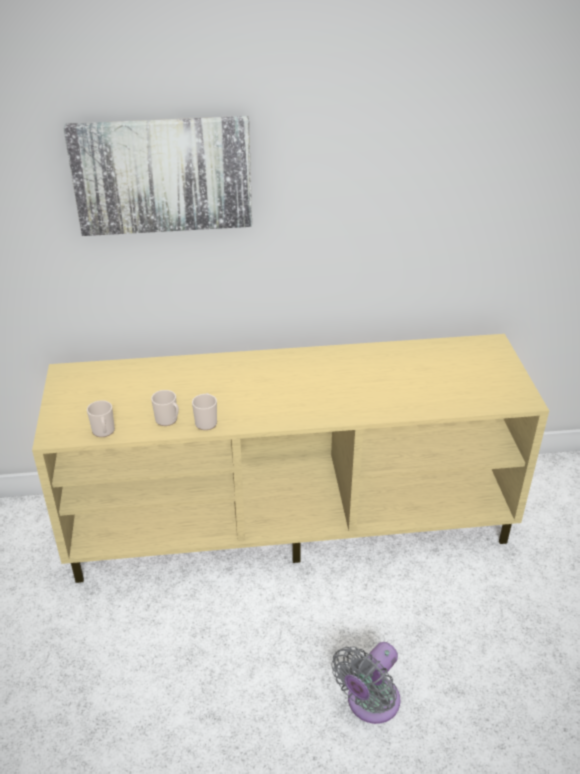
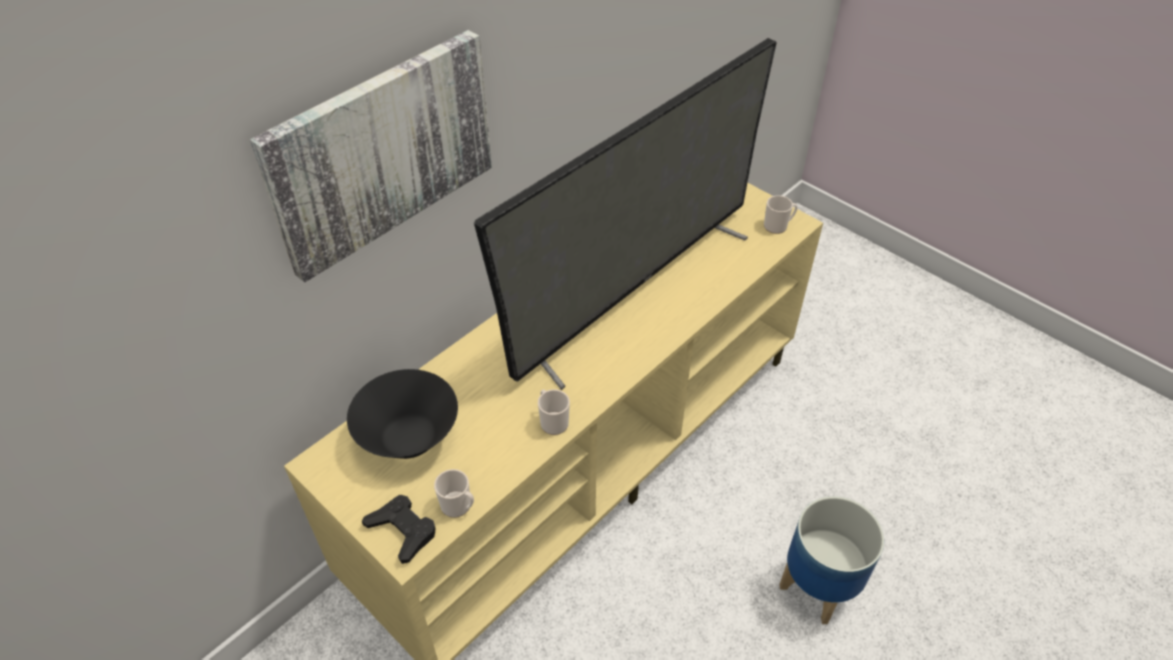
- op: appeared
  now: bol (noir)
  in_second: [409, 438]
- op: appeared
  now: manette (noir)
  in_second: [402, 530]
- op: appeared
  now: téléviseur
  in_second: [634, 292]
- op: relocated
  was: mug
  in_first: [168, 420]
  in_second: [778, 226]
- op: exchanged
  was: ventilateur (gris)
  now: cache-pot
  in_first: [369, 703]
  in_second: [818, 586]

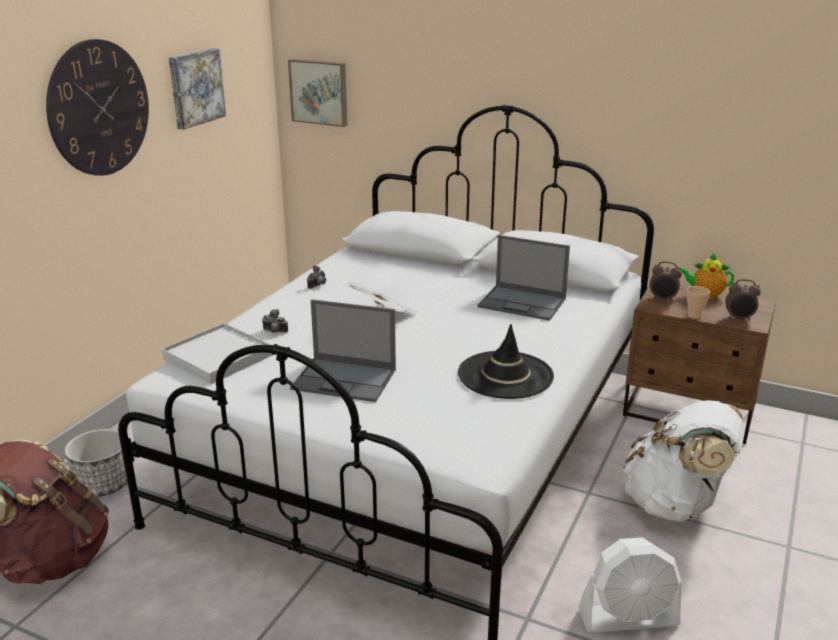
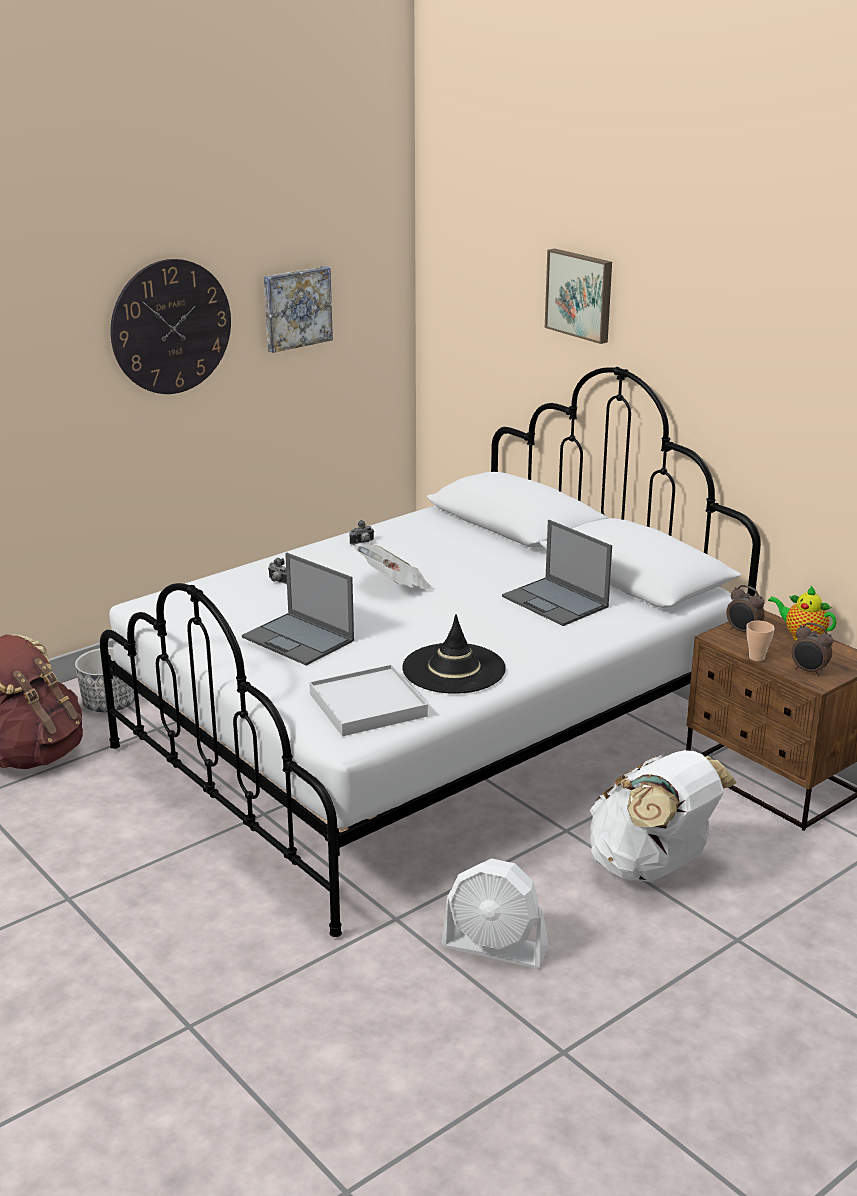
- op: relocated
  was: plateau (blanc)
  in_first: [218, 357]
  in_second: [368, 705]
- op: relocated
  was: tableau
  in_first: [319, 92]
  in_second: [580, 295]

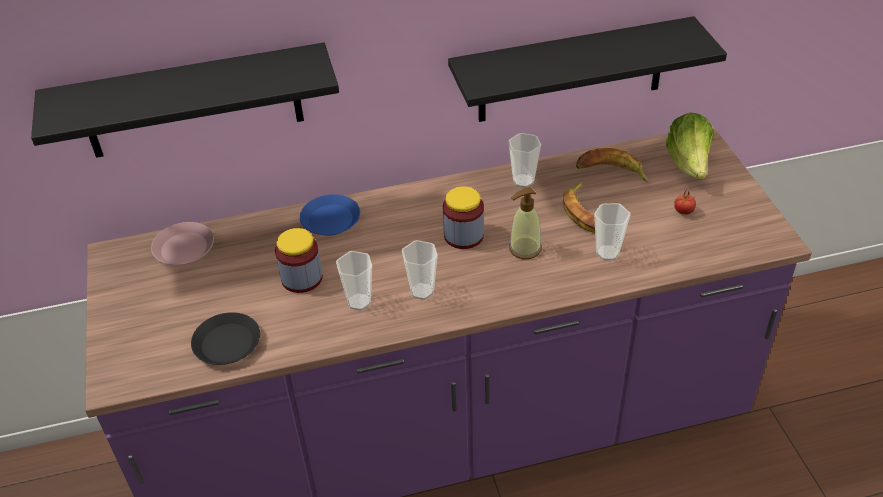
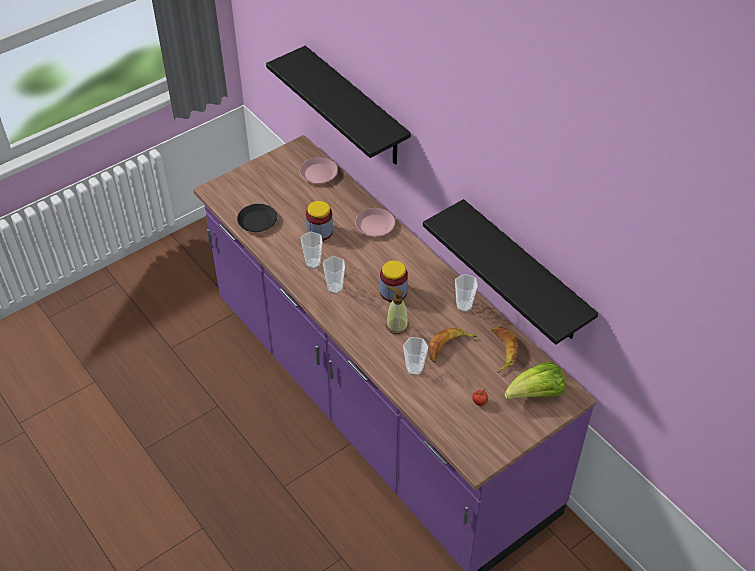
- op: colour
  was: assiette (bleu)
  now: assiette (rose)
  in_first: [330, 220]
  in_second: [374, 225]

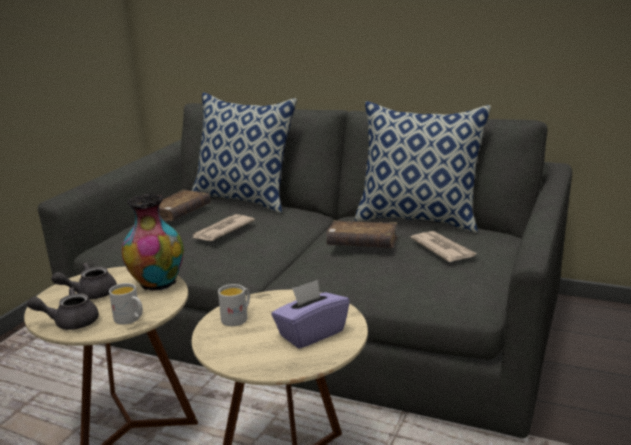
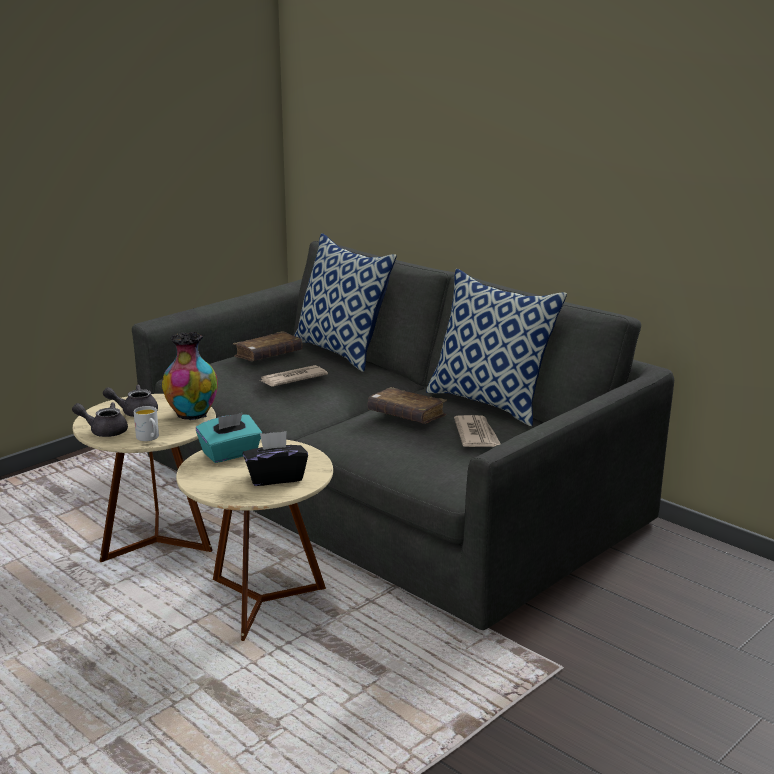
- op: exchanged
  was: mug (blanc)
  now: boîte à mouchoirs (turquoise)
  in_first: [237, 318]
  in_second: [230, 454]
- op: colour
  was: boîte à mouchoirs (violet)
  now: boîte à mouchoirs (noir)
  in_first: [311, 333]
  in_second: [275, 477]

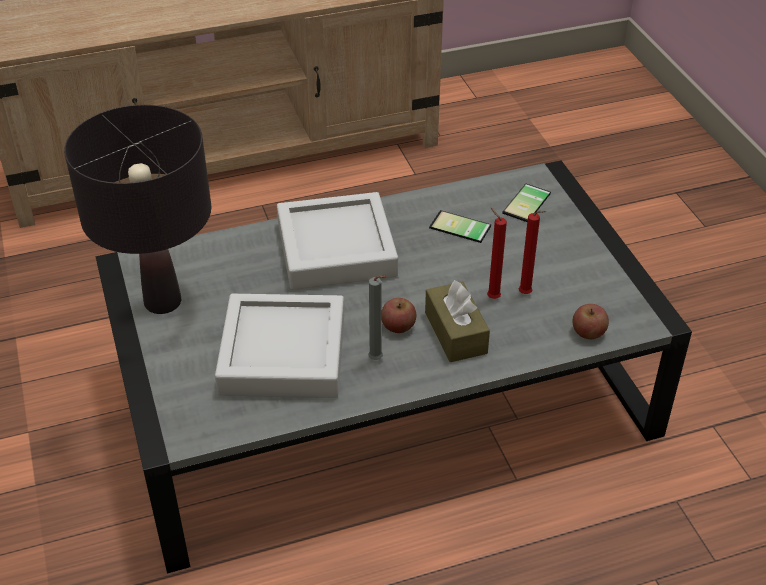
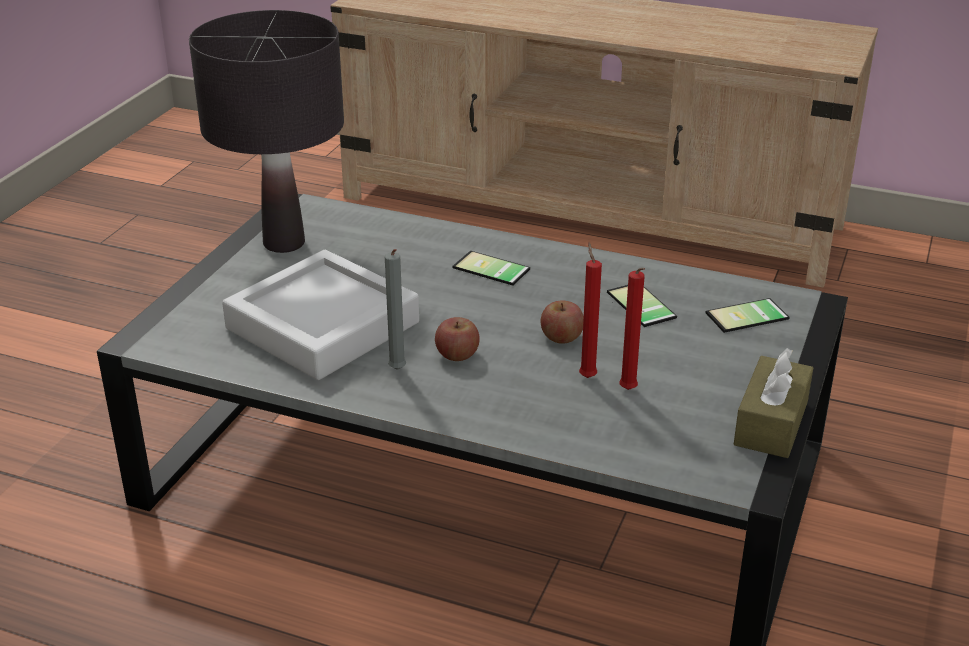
- op: relocated
  was: boîte à mouchoirs (marron)
  in_first: [455, 333]
  in_second: [771, 423]
- op: relocated
  was: pomme
  in_first: [588, 332]
  in_second: [561, 337]
- op: exchanged
  was: plateau (gris)
  now: téléphone
  in_first: [336, 249]
  in_second: [489, 270]

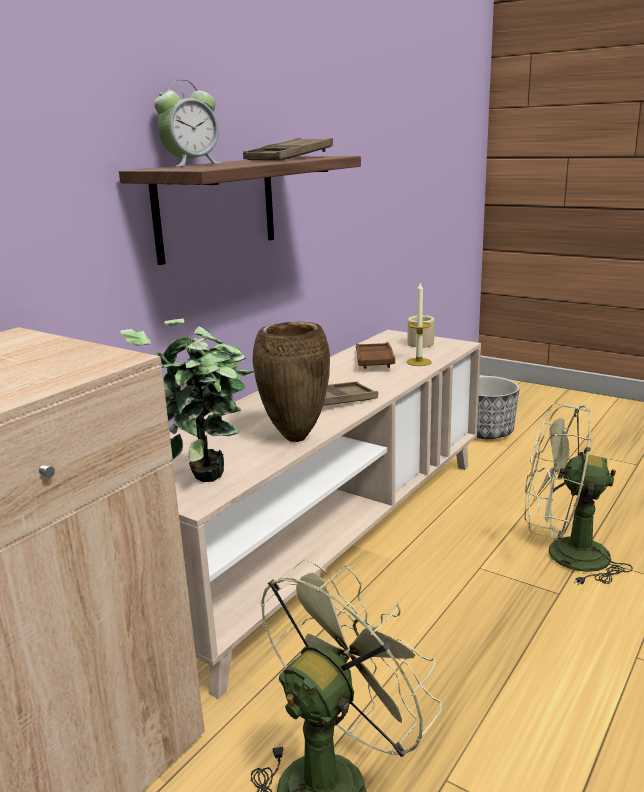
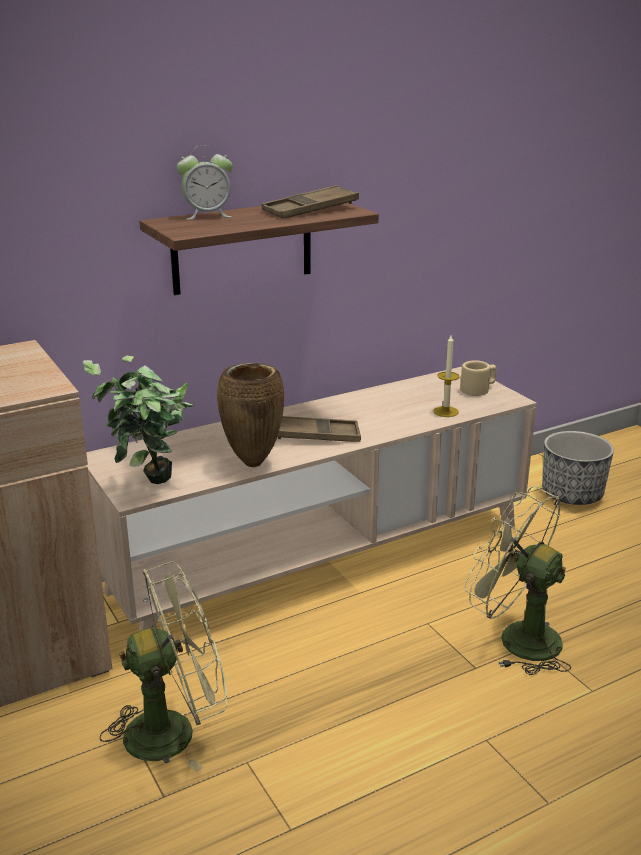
- op: missing
  was: plateau (marron)
  in_first: [374, 360]

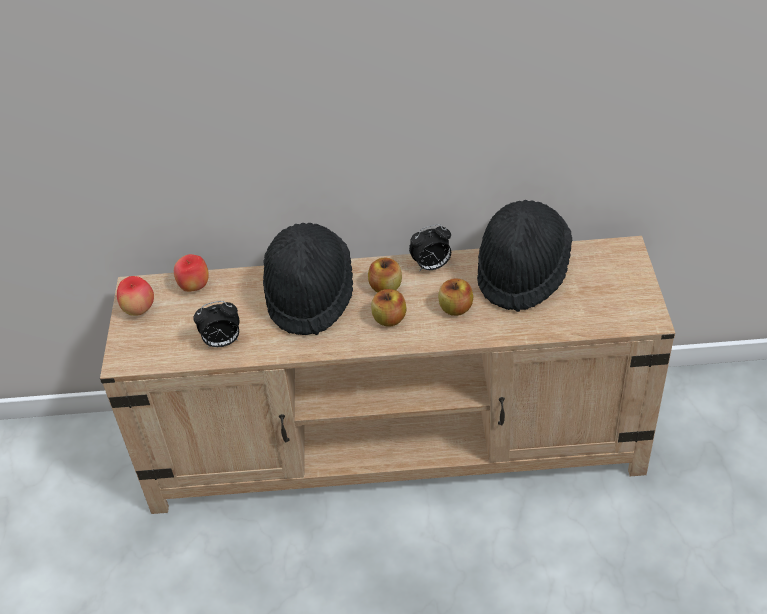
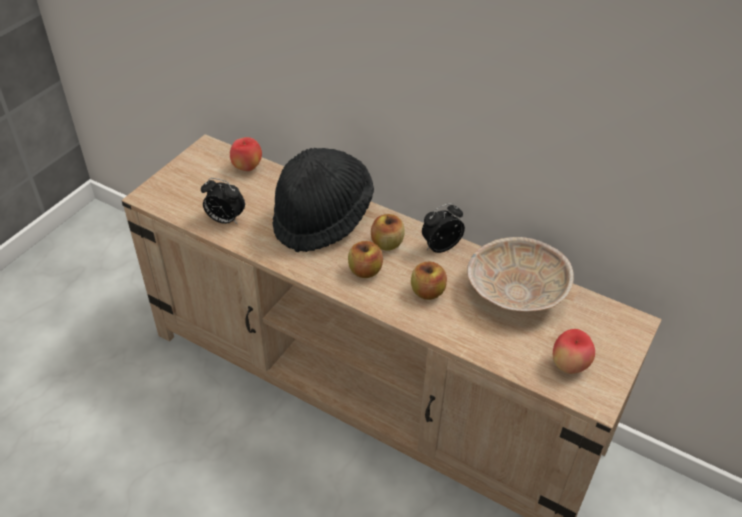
- op: relocated
  was: pomme
  in_first: [139, 310]
  in_second: [569, 366]
- op: exchanged
  was: chapeau (noir)
  now: bol (beige)
  in_first: [522, 272]
  in_second: [514, 292]
- op: spun
  was: réveil
  in_first: [431, 266]
  in_second: [440, 246]
  clockwise: 135

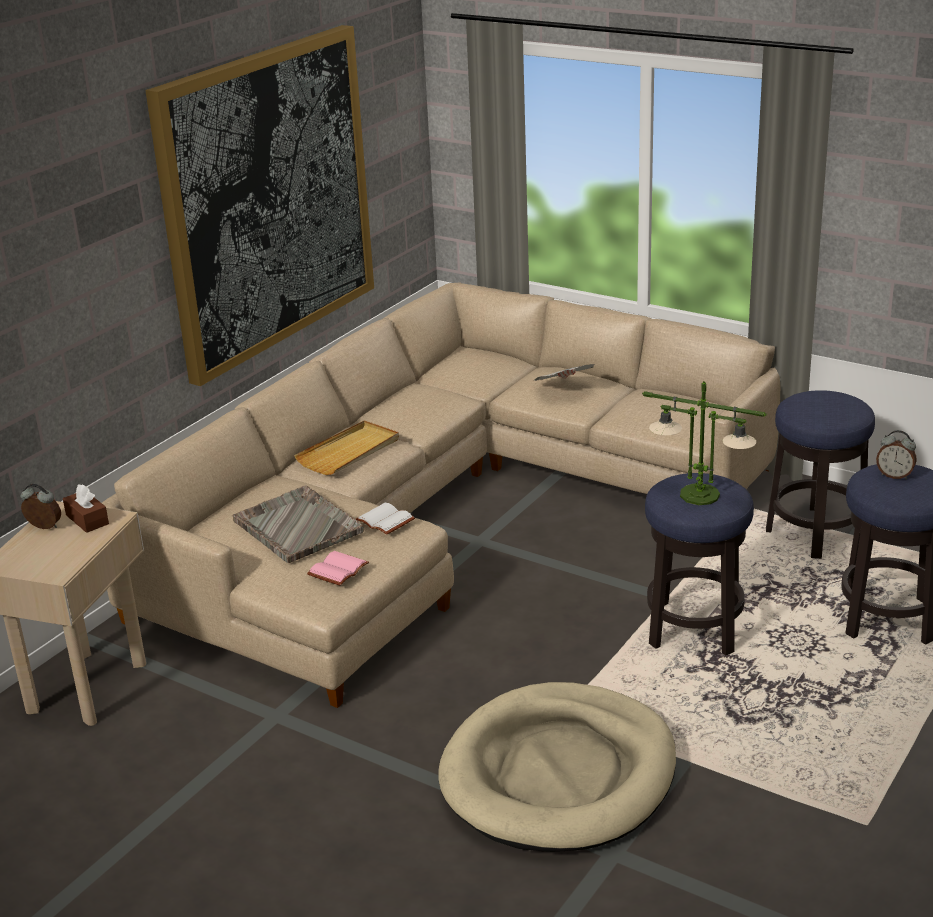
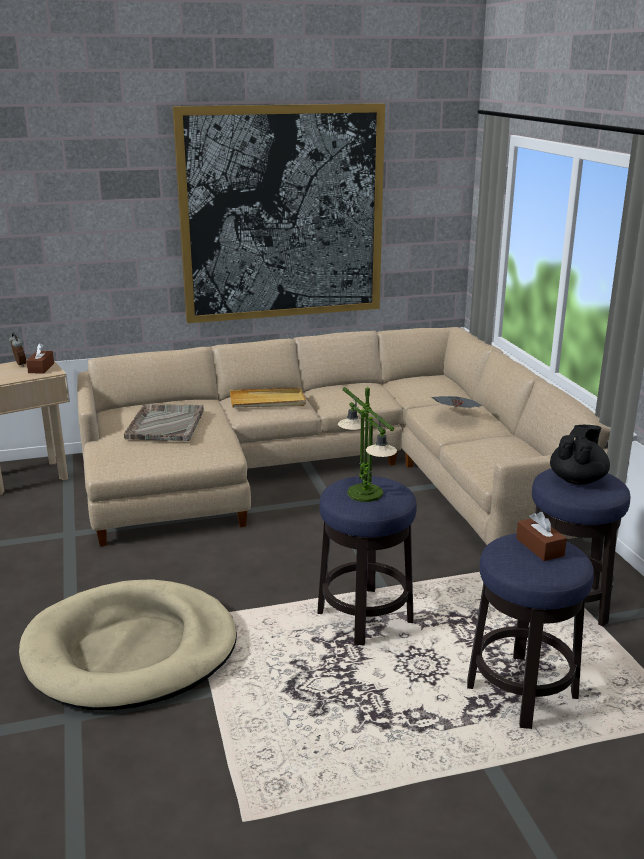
- op: missing
  was: livre (rose)
  in_first: [339, 570]
- op: missing
  was: livre (blanc)
  in_first: [383, 521]
- op: appeared
  now: théière (noir)
  in_second: [577, 479]
- op: exchanged
  was: réveil
  now: boîte à mouchoirs (marron)
  in_first: [894, 475]
  in_second: [539, 547]

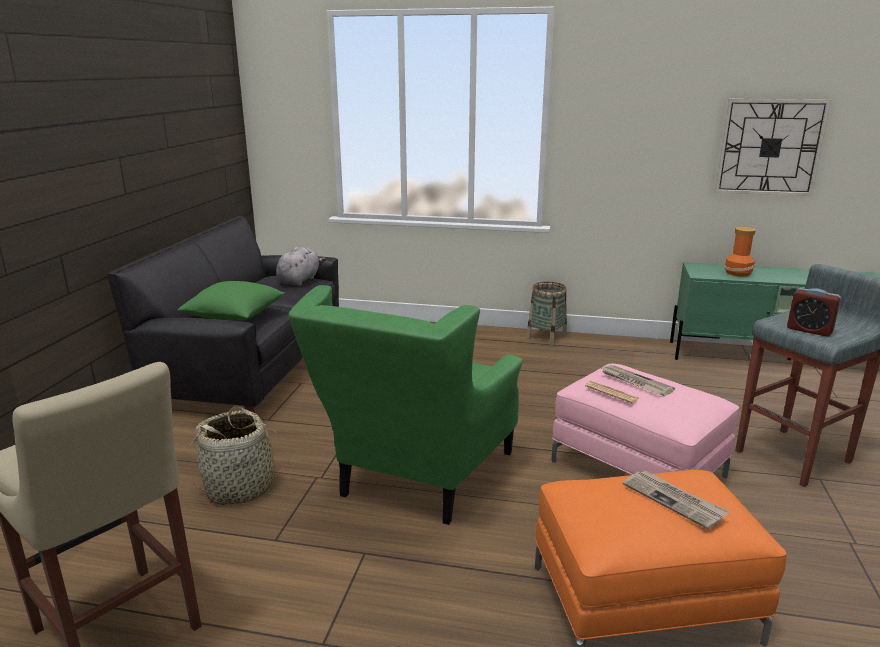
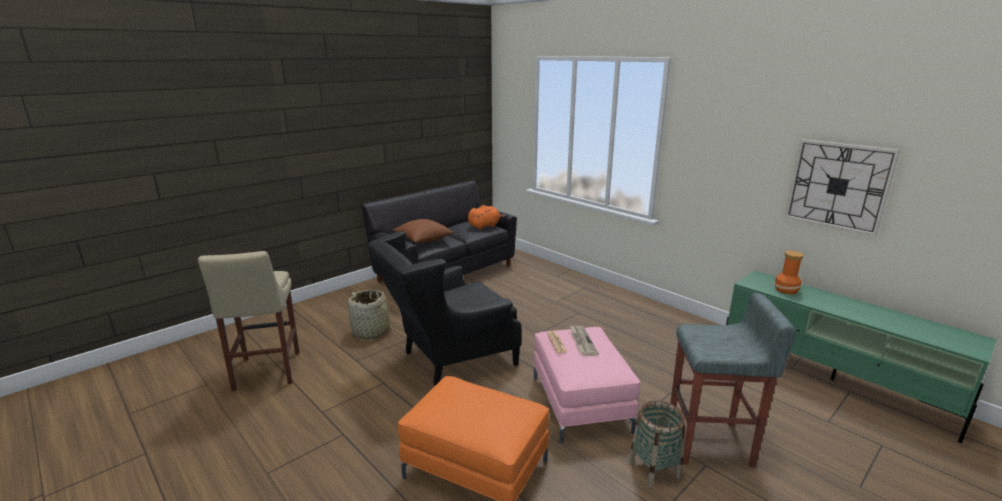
- op: missing
  was: journal
  in_first: [674, 500]
- op: missing
  was: réveil
  in_first: [809, 330]
- op: relocated
  was: panier
  in_first: [546, 337]
  in_second: [654, 469]
- op: colour
  was: coussin (vert)
  now: coussin (marron)
  in_first: [235, 317]
  in_second: [423, 240]
- op: colour
  was: peluche (gris)
  now: peluche (orange)
  in_first: [299, 280]
  in_second: [485, 226]
- op: colour
  was: fauteuil (vert)
  now: fauteuil (noir)
  in_first: [415, 480]
  in_second: [449, 359]

